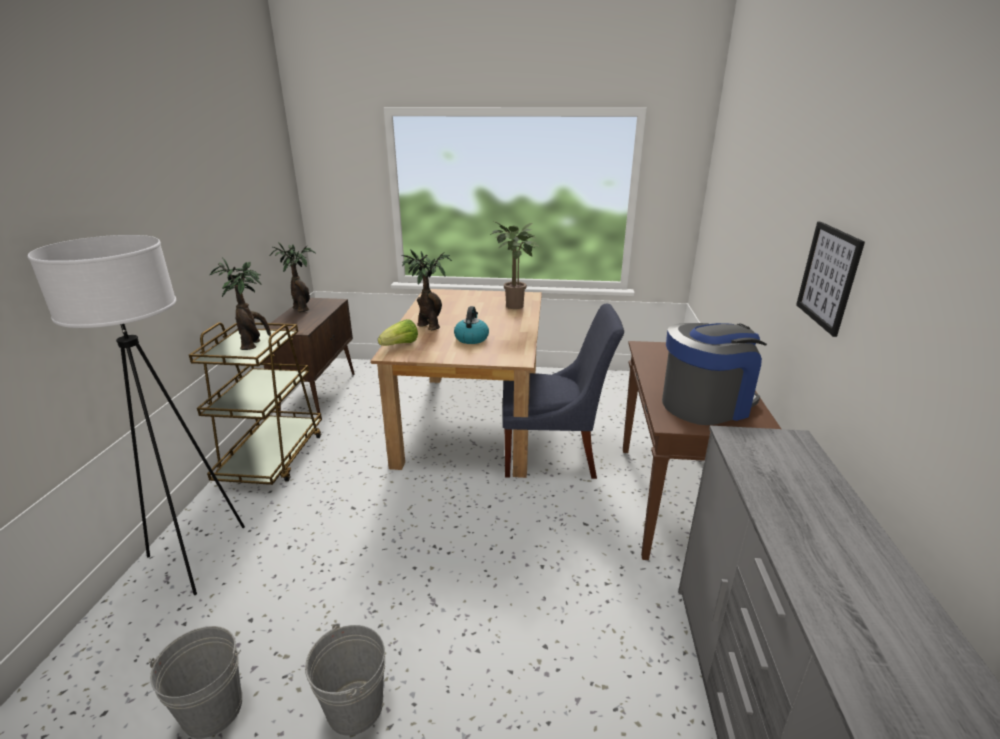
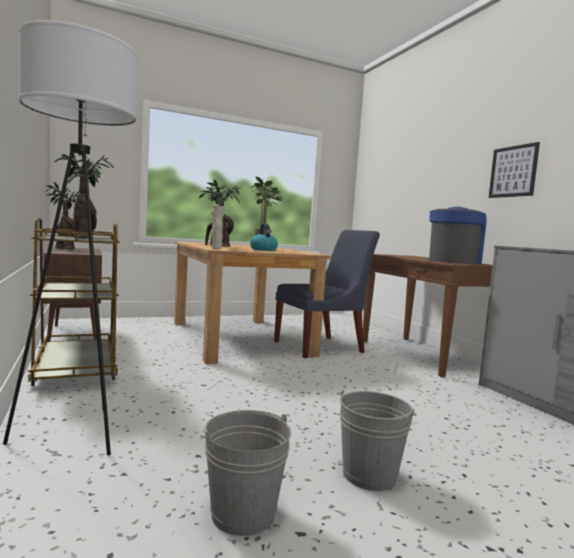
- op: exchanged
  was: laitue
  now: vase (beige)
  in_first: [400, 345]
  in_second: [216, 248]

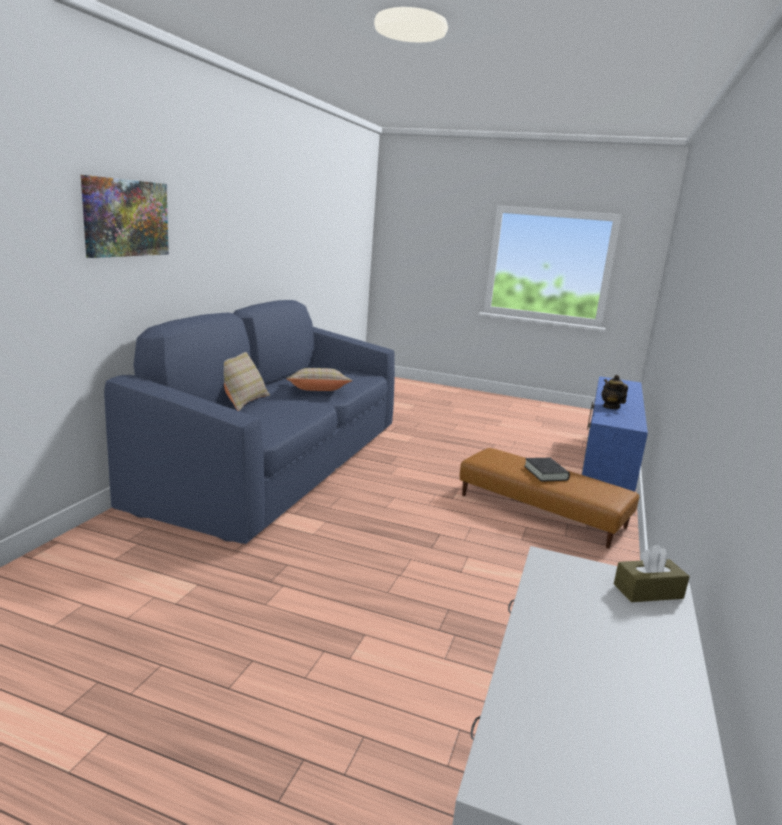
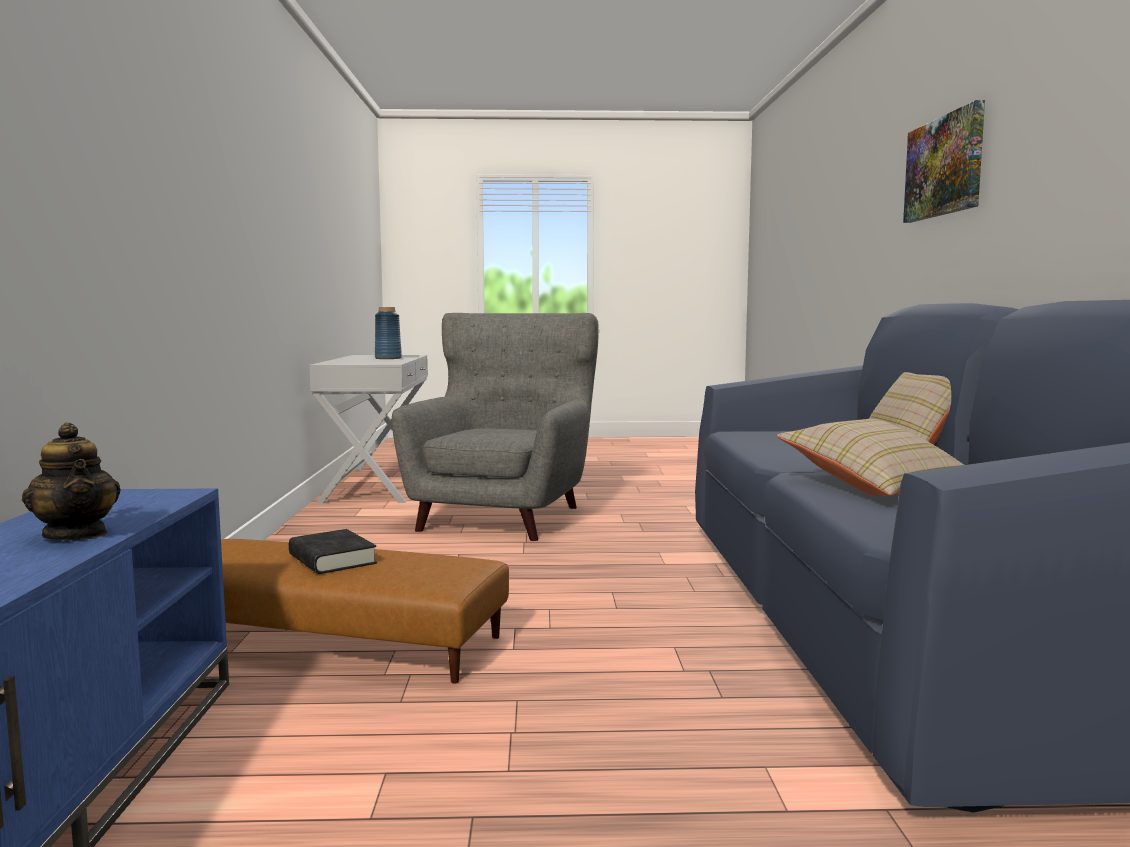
- op: missing
  was: boîte à mouchoirs (marron)
  in_first: [648, 591]
- op: appeared
  now: vase (bleu)
  in_second: [388, 358]
- op: appeared
  now: fauteuil (gris)
  in_second: [503, 516]

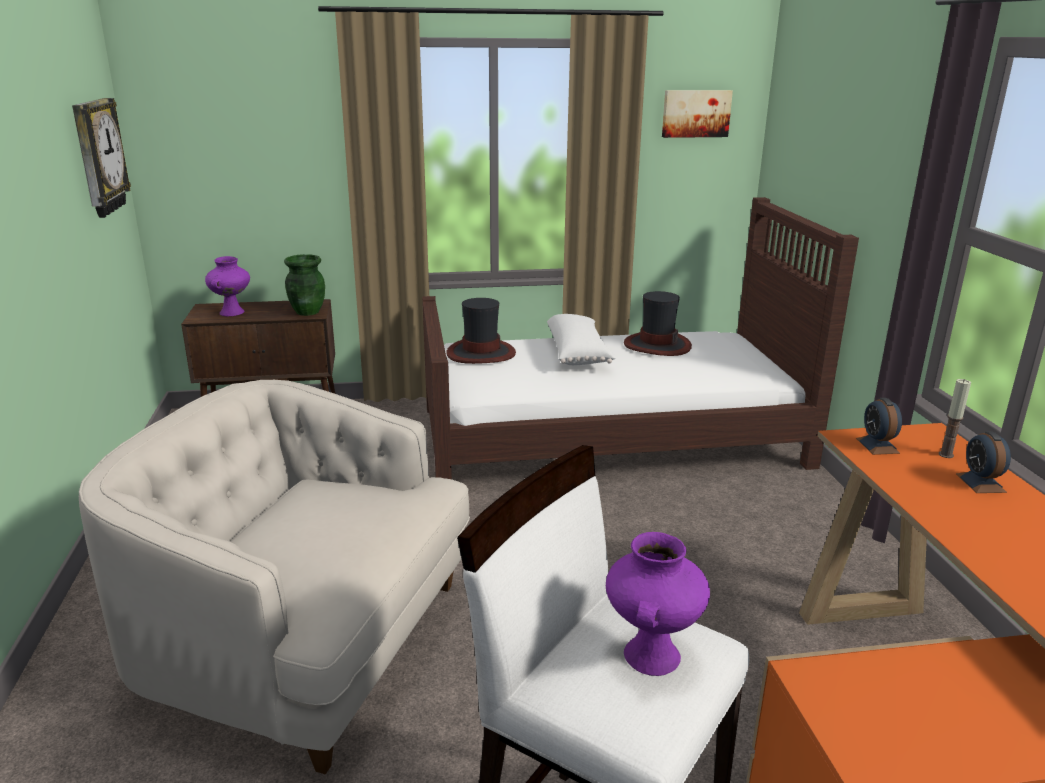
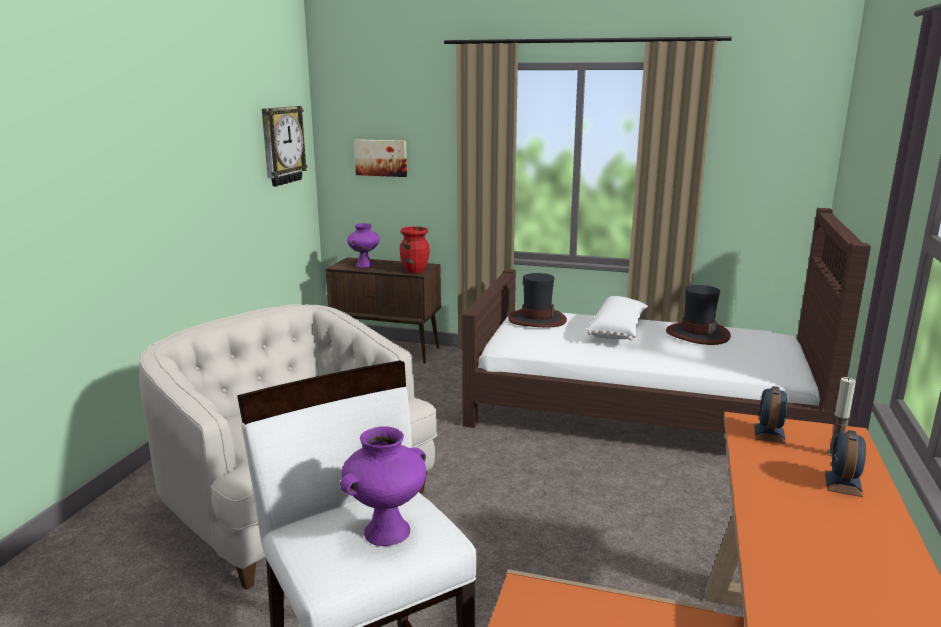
- op: relocated
  was: tableau
  in_first: [695, 113]
  in_second: [381, 157]
- op: colour
  was: vase (vert)
  now: vase (rouge)
  in_first: [307, 312]
  in_second: [415, 270]

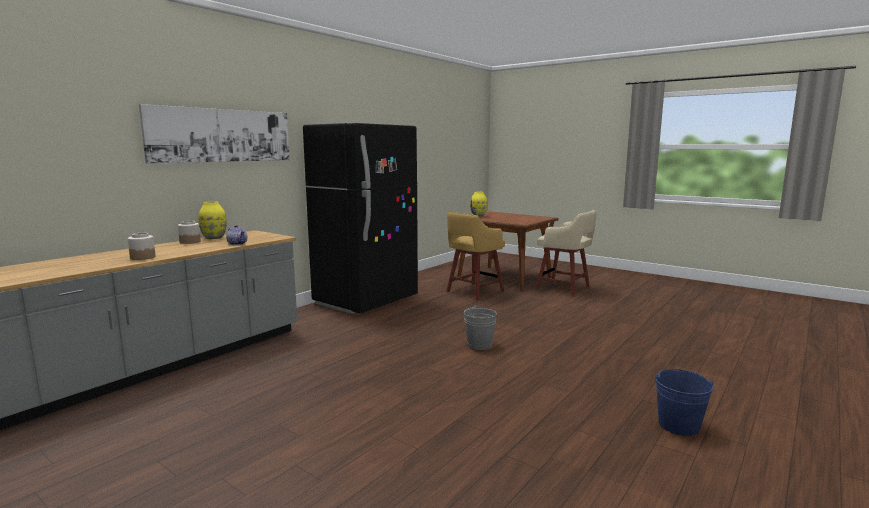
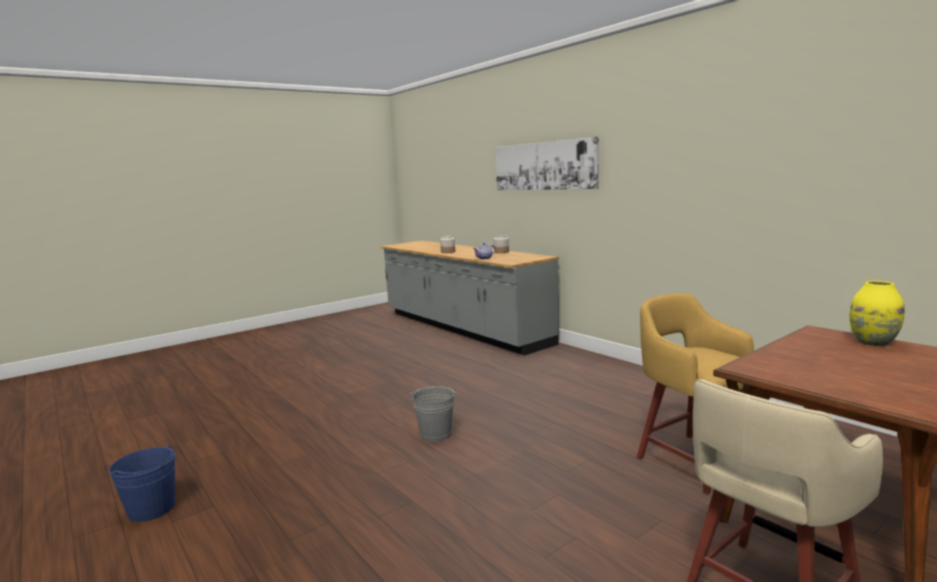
- op: missing
  was: vase (jaune)
  in_first: [214, 238]
- op: missing
  was: réfrigérateur (noir)
  in_first: [366, 301]

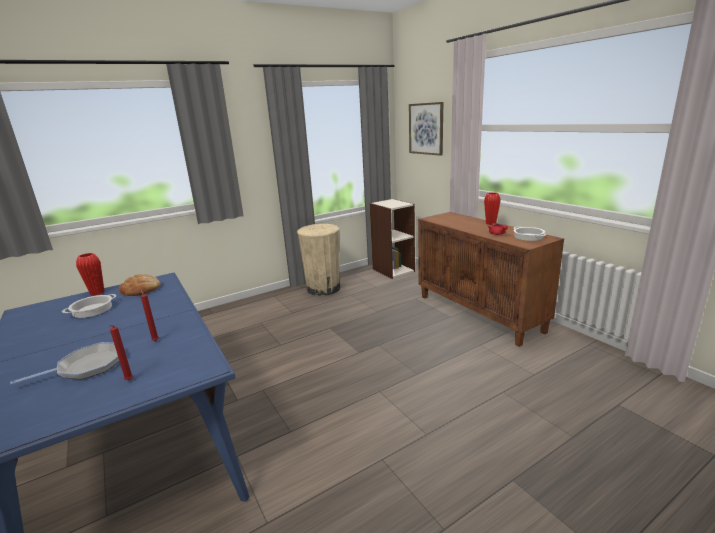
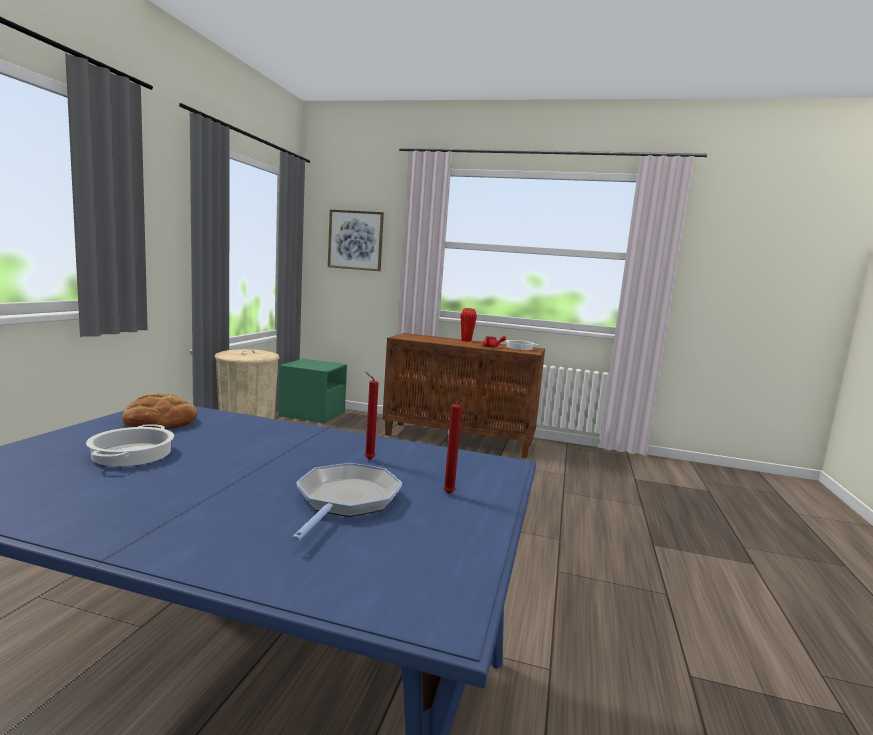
- op: missing
  was: vase (rouge)
  in_first: [97, 293]
- op: exchanged
  was: bibliothèque
  now: table de chevet (vert)
  in_first: [393, 270]
  in_second: [312, 415]

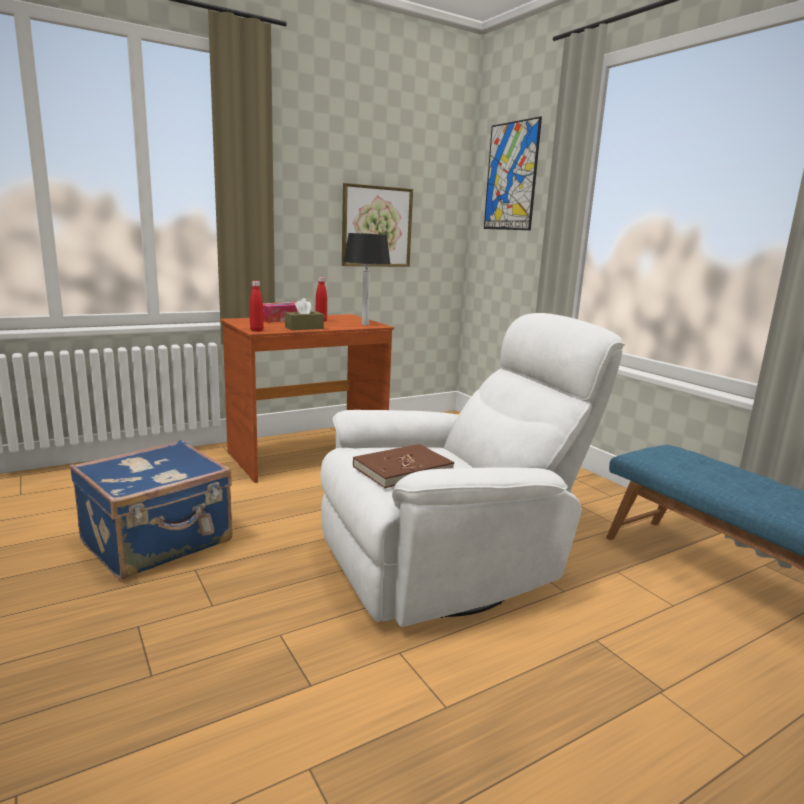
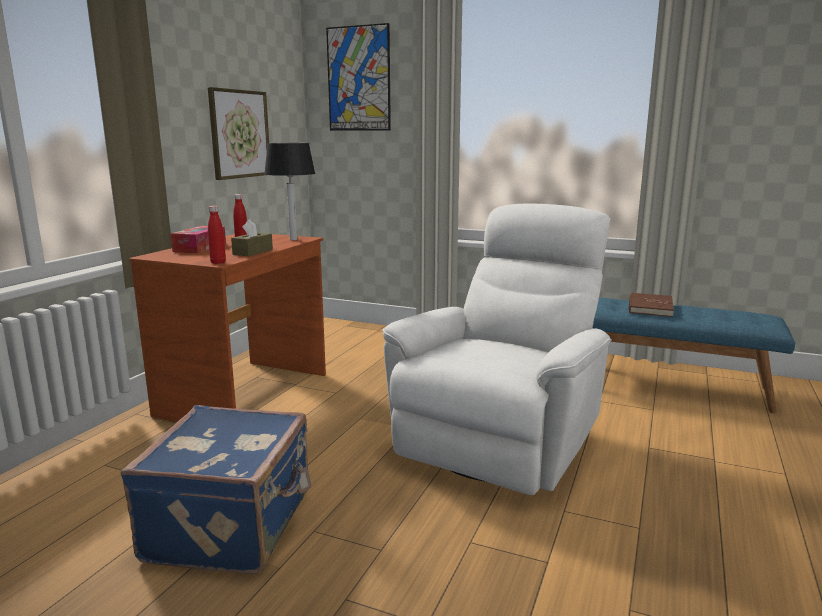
- op: relocated
  was: livre (marron)
  in_first: [402, 469]
  in_second: [650, 307]

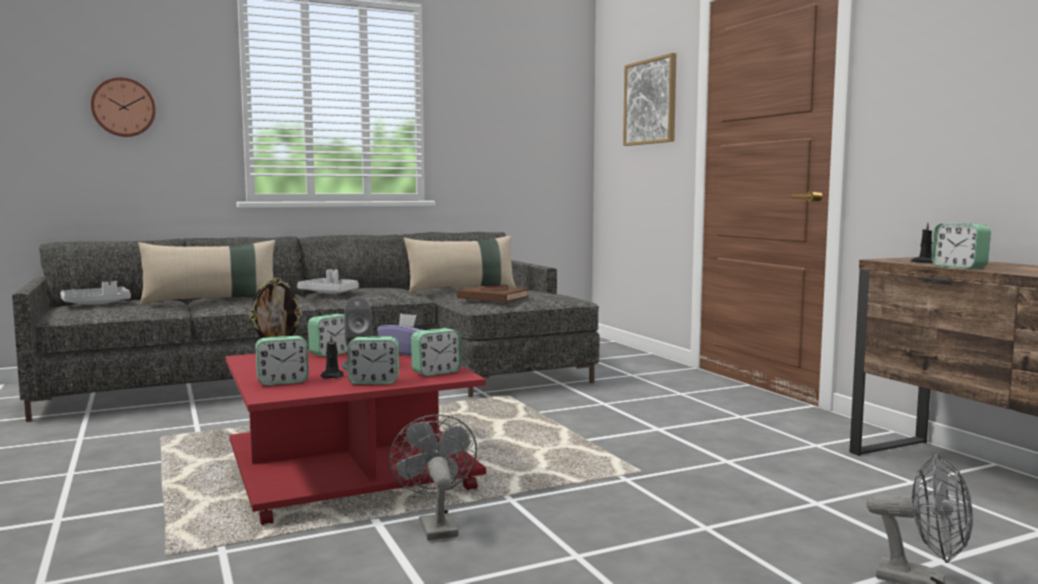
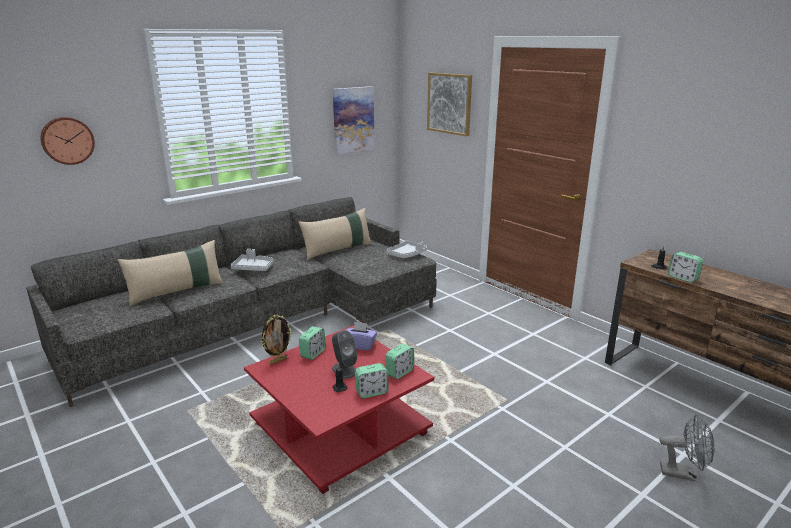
- op: missing
  was: réveil
  in_first: [282, 382]
- op: missing
  was: ventilateur (gris)
  in_first: [435, 525]
- op: missing
  was: livre (marron)
  in_first: [493, 299]
- op: appeared
  now: tableau
  in_second: [353, 119]
- op: relocated
  was: plateau (gris)
  in_first: [96, 304]
  in_second: [407, 254]

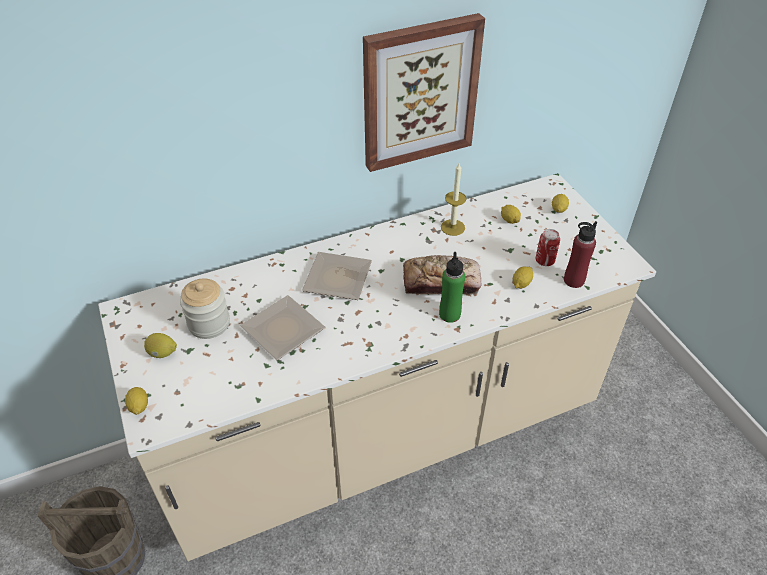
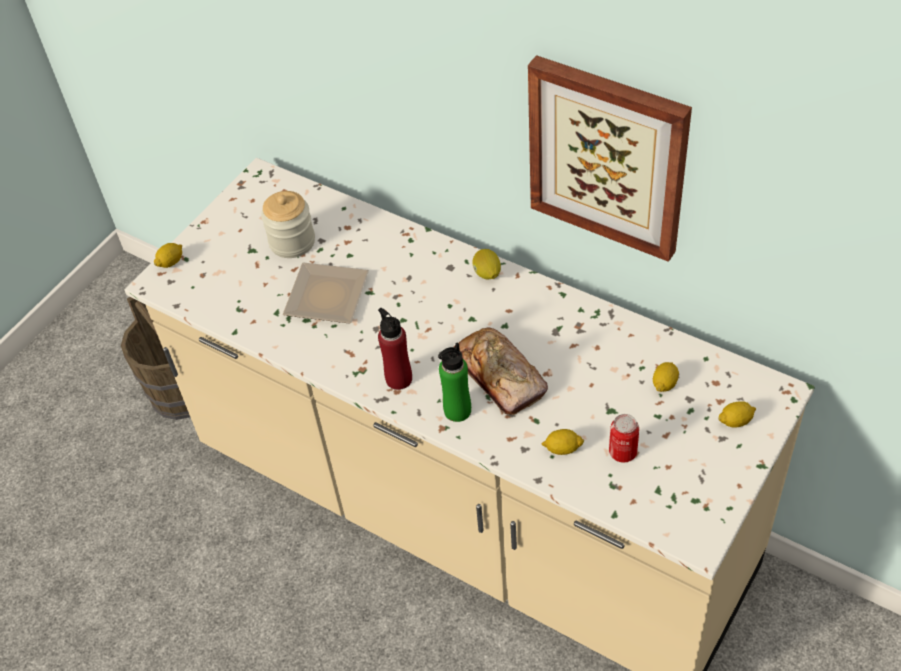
- op: missing
  was: assiette
  in_first: [335, 280]
- op: missing
  was: bougie
  in_first: [452, 227]
- op: relocated
  was: citron
  in_first: [162, 353]
  in_second: [487, 274]
- op: relocated
  was: bouteille (rouge)
  in_first: [573, 280]
  in_second: [398, 379]

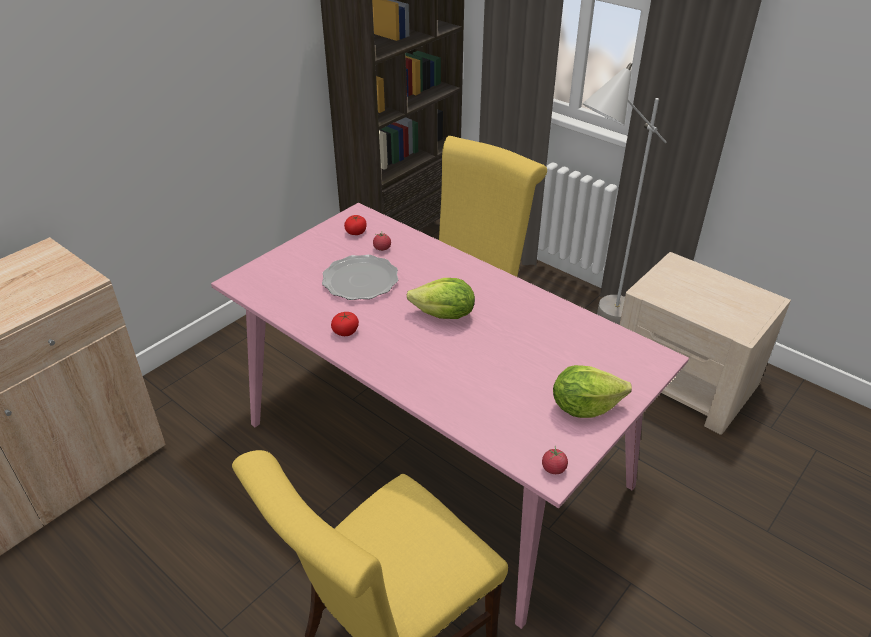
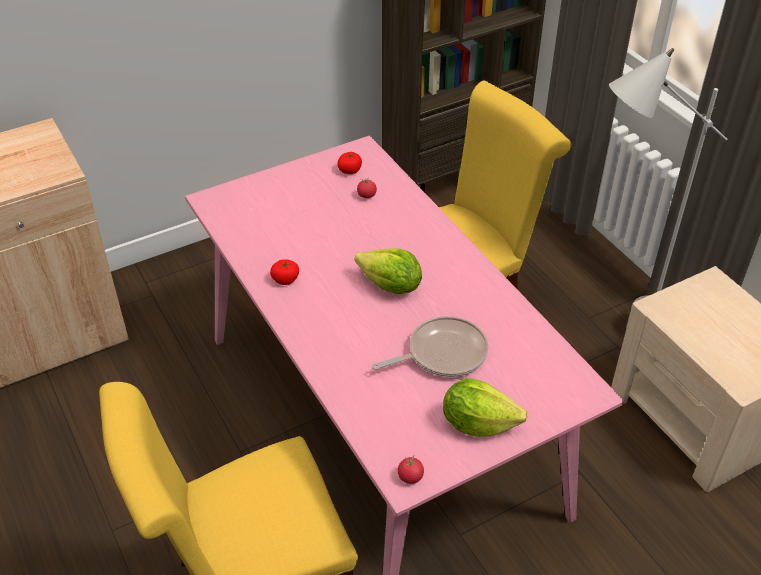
- op: missing
  was: assiette
  in_first: [360, 281]
- op: appeared
  now: poêle
  in_second: [442, 353]

